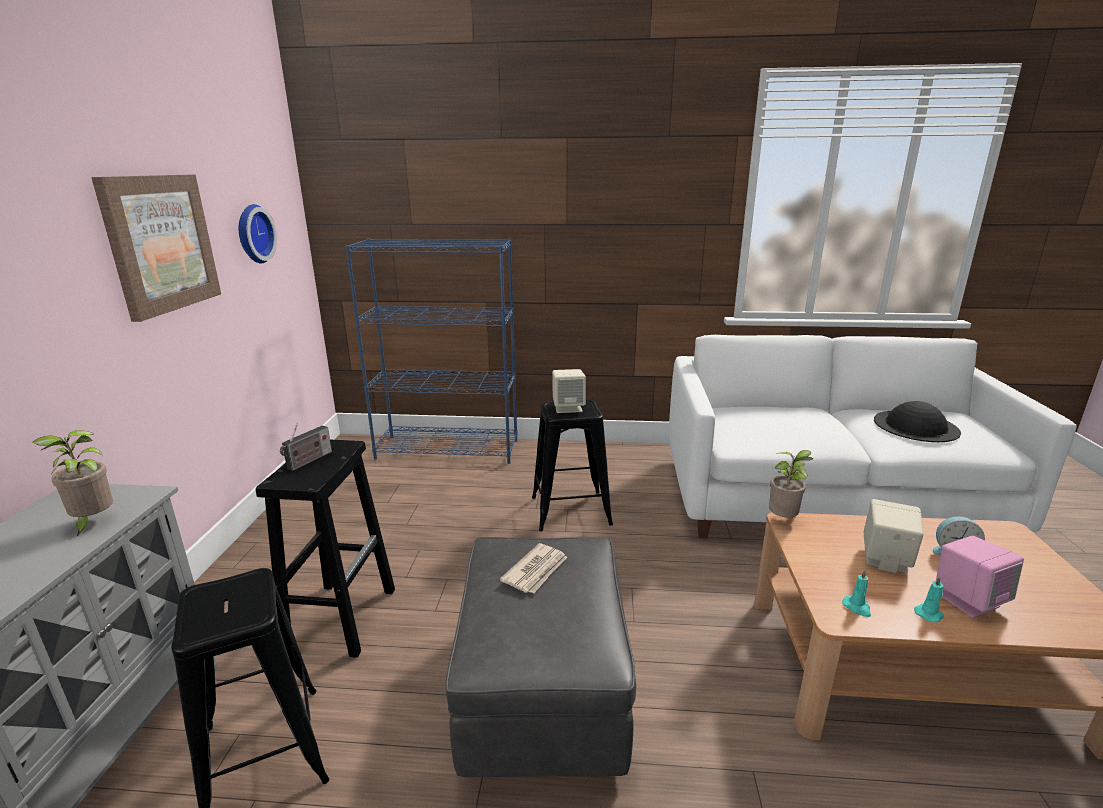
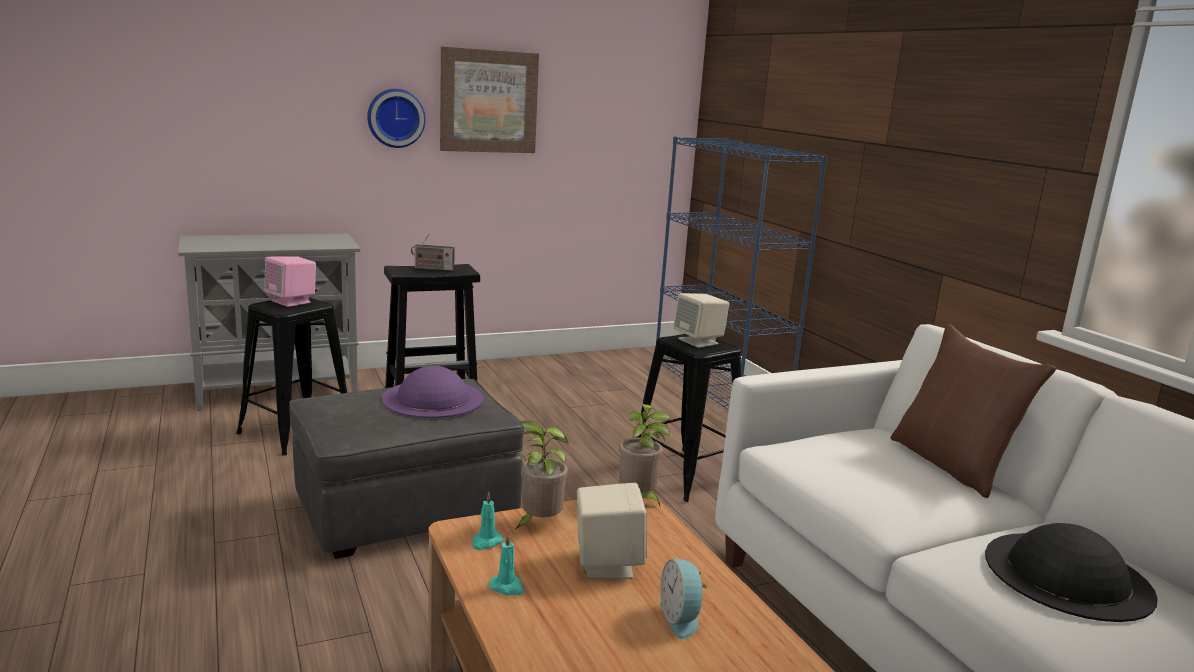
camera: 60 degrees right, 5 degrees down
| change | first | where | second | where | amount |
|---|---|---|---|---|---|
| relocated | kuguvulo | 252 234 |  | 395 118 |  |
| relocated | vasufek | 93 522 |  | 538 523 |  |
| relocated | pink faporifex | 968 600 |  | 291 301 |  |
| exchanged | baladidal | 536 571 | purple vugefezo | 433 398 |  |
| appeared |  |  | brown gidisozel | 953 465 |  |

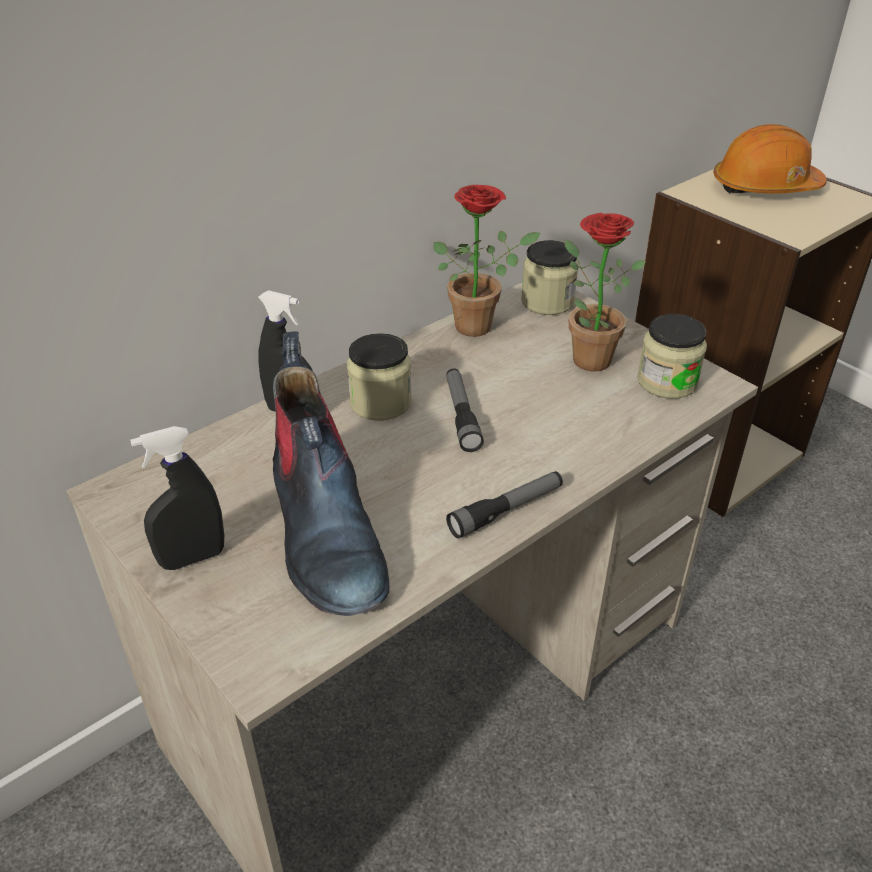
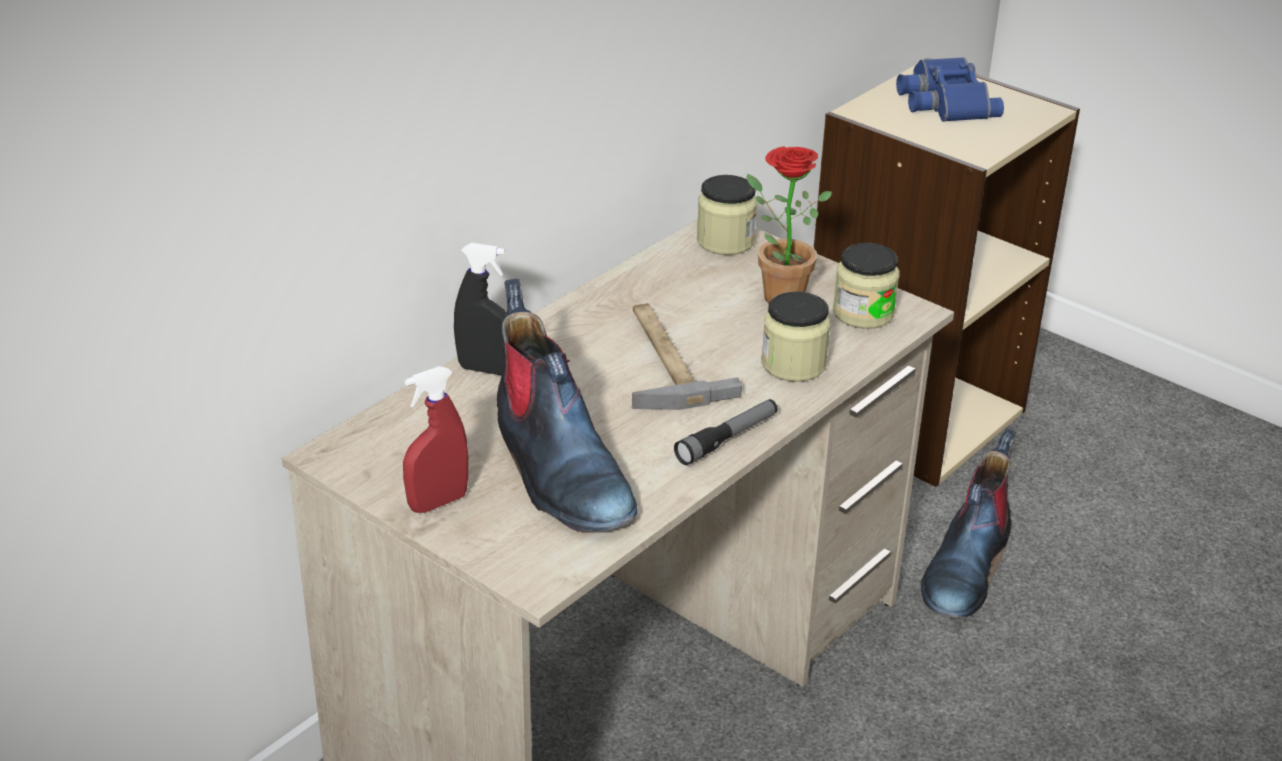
camera: 10 degrees left, 5 degrees down
| change | first | where | second | where | amount |
|---|---|---|---|---|---|
| exchanged | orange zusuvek | 764 187 | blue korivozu | 943 101 |  |
| missing | vasufek | 480 324 |  |  |  |
| relocated | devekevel | 380 403 |  | 793 364 |  |
| exchanged | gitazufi | 461 416 | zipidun | 662 360 |  |
| colour | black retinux | 193 558 | red retinux | 438 502 |  |
| appeared |  |  | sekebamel | 966 568 |  |

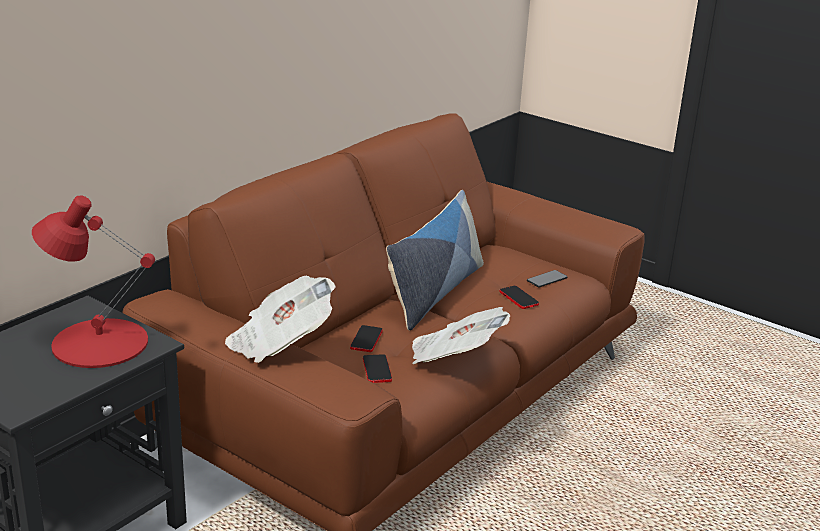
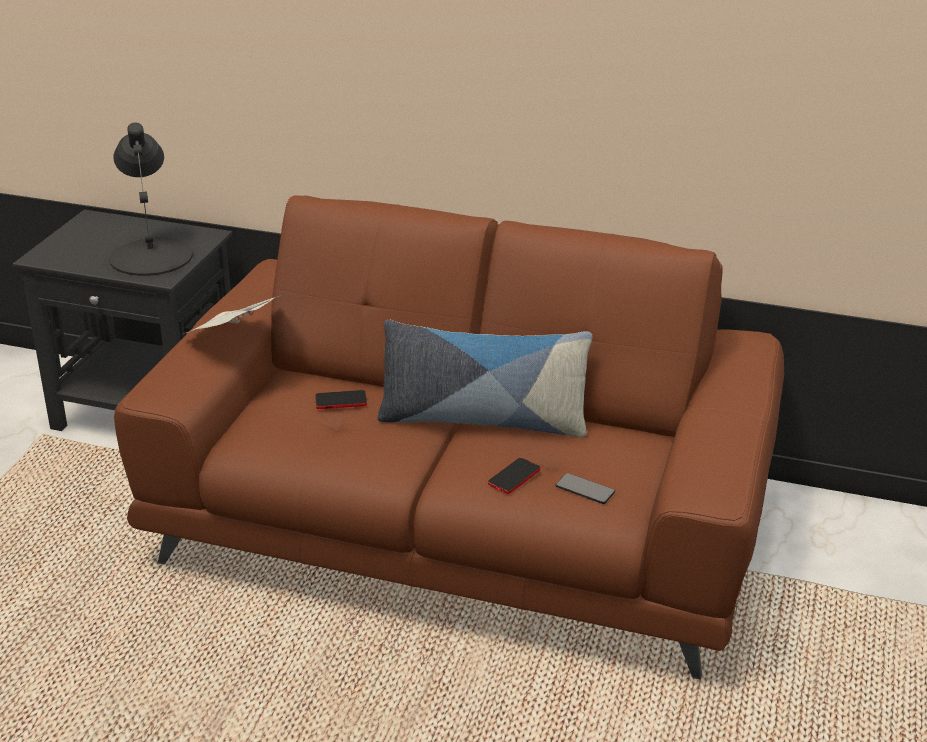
camera: 70 degrees right, 5 degrees up
| change | first | where | second | where | amount |
|---|---|---|---|---|---|
| colour | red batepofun | 99 342 | black batepofun | 151 256 |  |
| missing | baladidal | 454 358 |  |  |  |
| missing | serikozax | 377 369 |  |  |  |

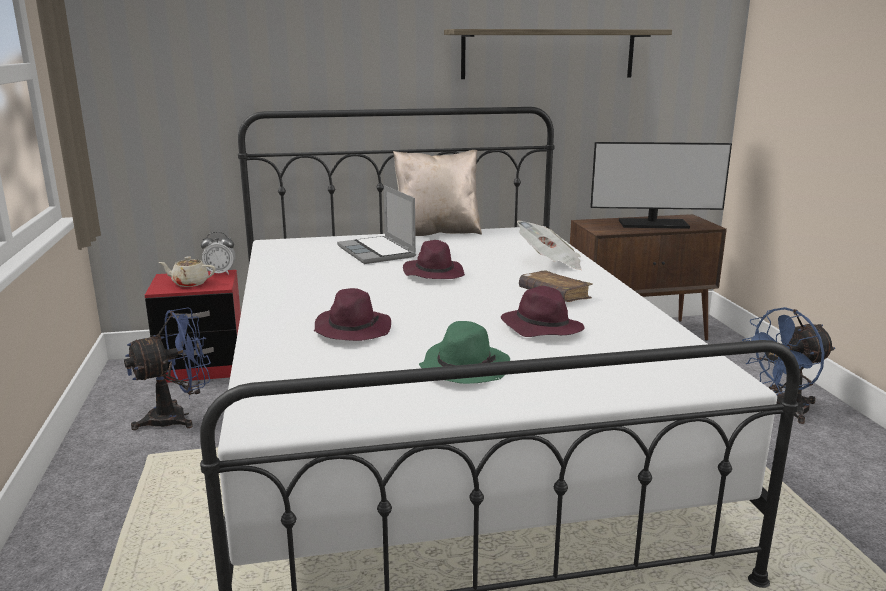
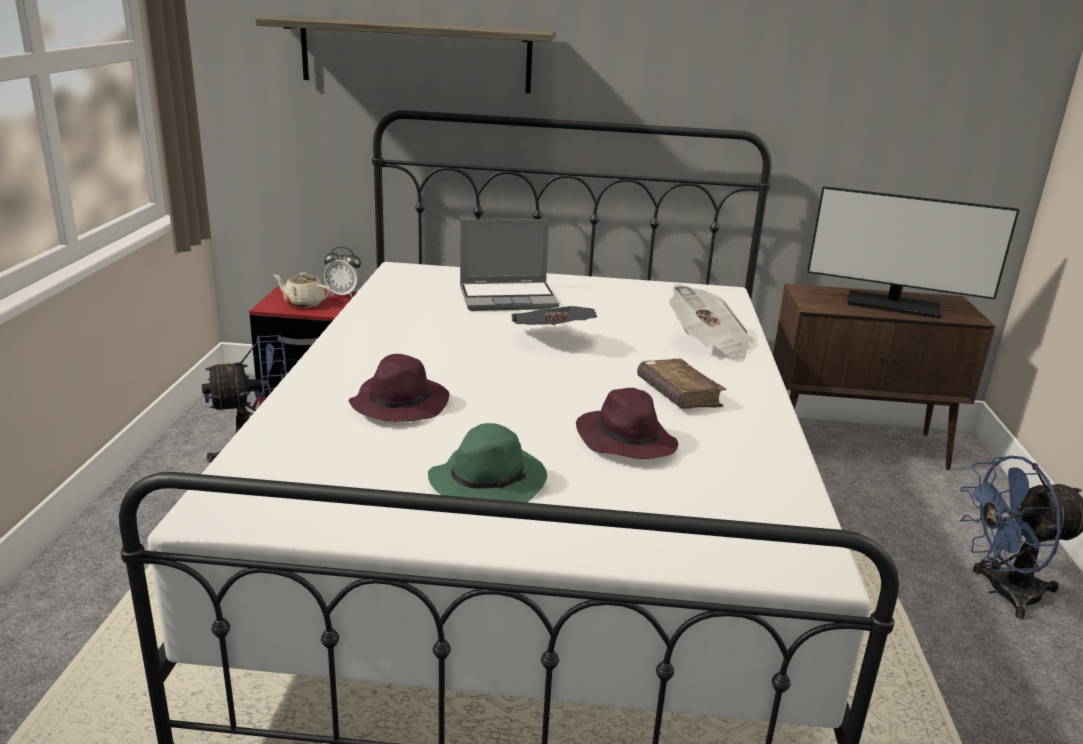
camera: 15 degrees right, 5 degrees up
| change | first | where | second | where | amount |
|---|---|---|---|---|---|
| relocated | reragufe | 548 54 |  | 416 55 |  |
| missing | beige gidisozel | 437 232 |  |  |  |
| spun | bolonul | 377 252 |  | 509 298 | 90 degrees counterclockwise |
| exchanged | purple vugefezo | 433 274 | baladidal | 552 339 |  |

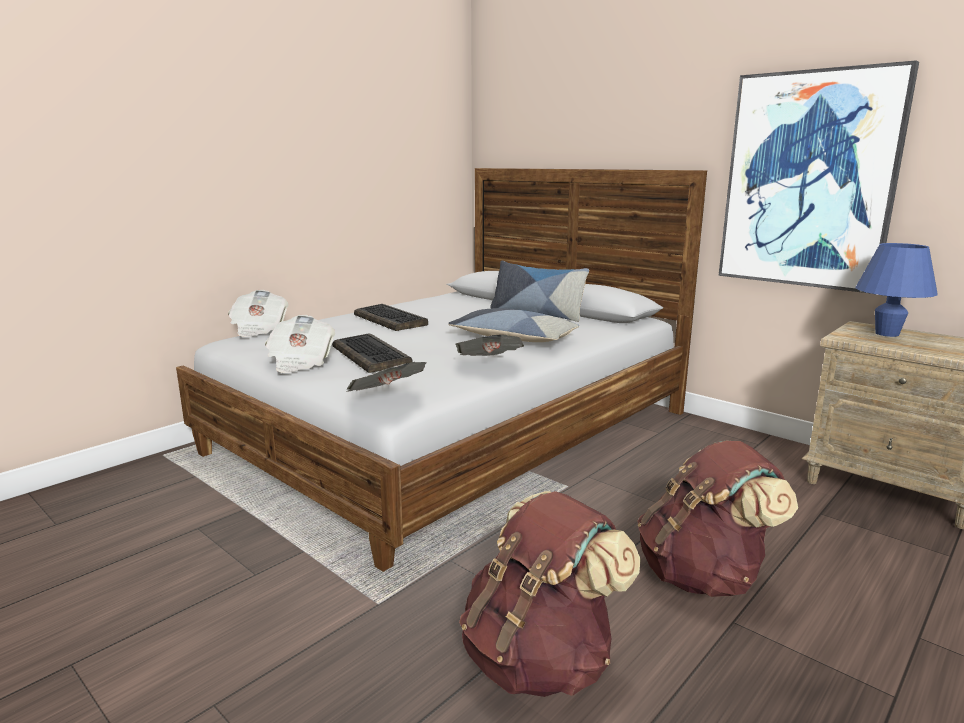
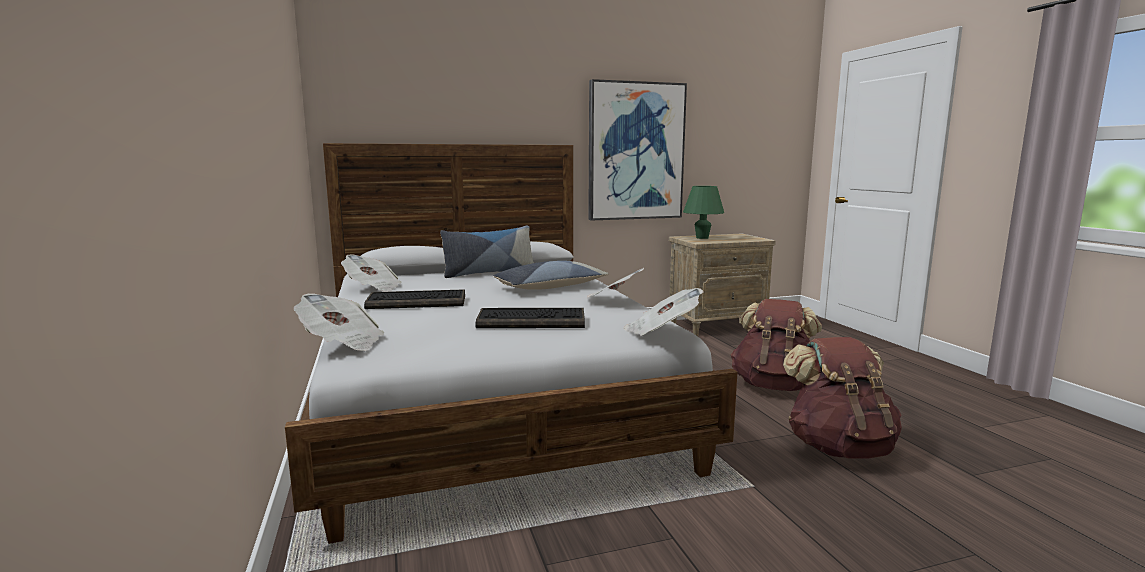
camera: 60 degrees left, 5 degrees down
| change | first | where | second | where | amount |
|---|---|---|---|---|---|
| colour | blue batepofun | 887 334 | green batepofun | 702 238 |  |
| relocated | baladidal | 300 362 |  | 373 288 |  |

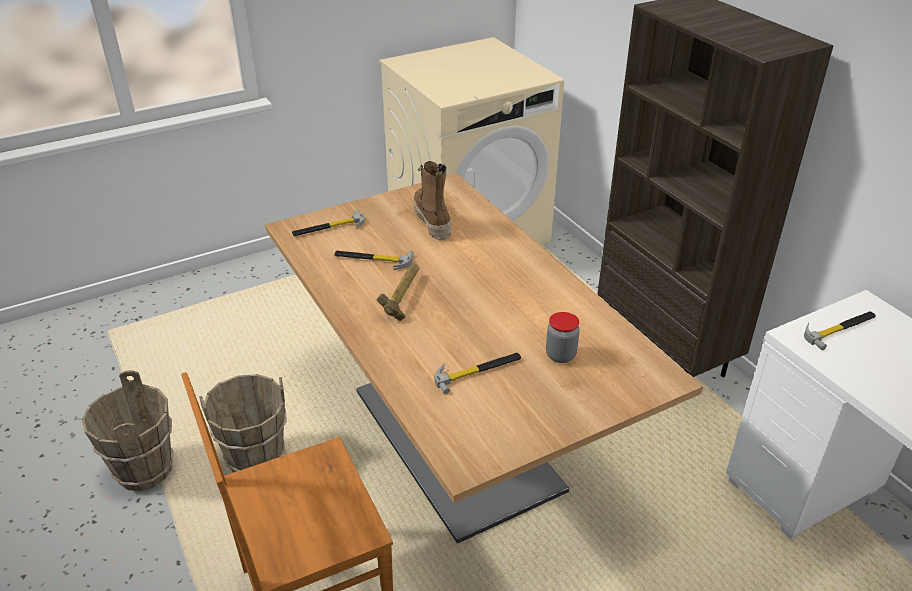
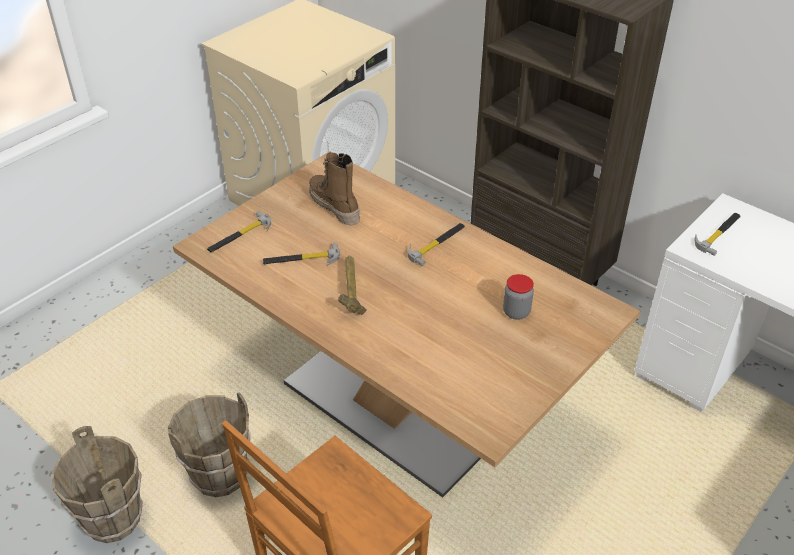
camera: 20 degrees left, 5 degrees up
| change | first | where | second | where | amount |
|---|---|---|---|---|---|
| relocated | zipidun | 477 371 |  | 436 243 |  |

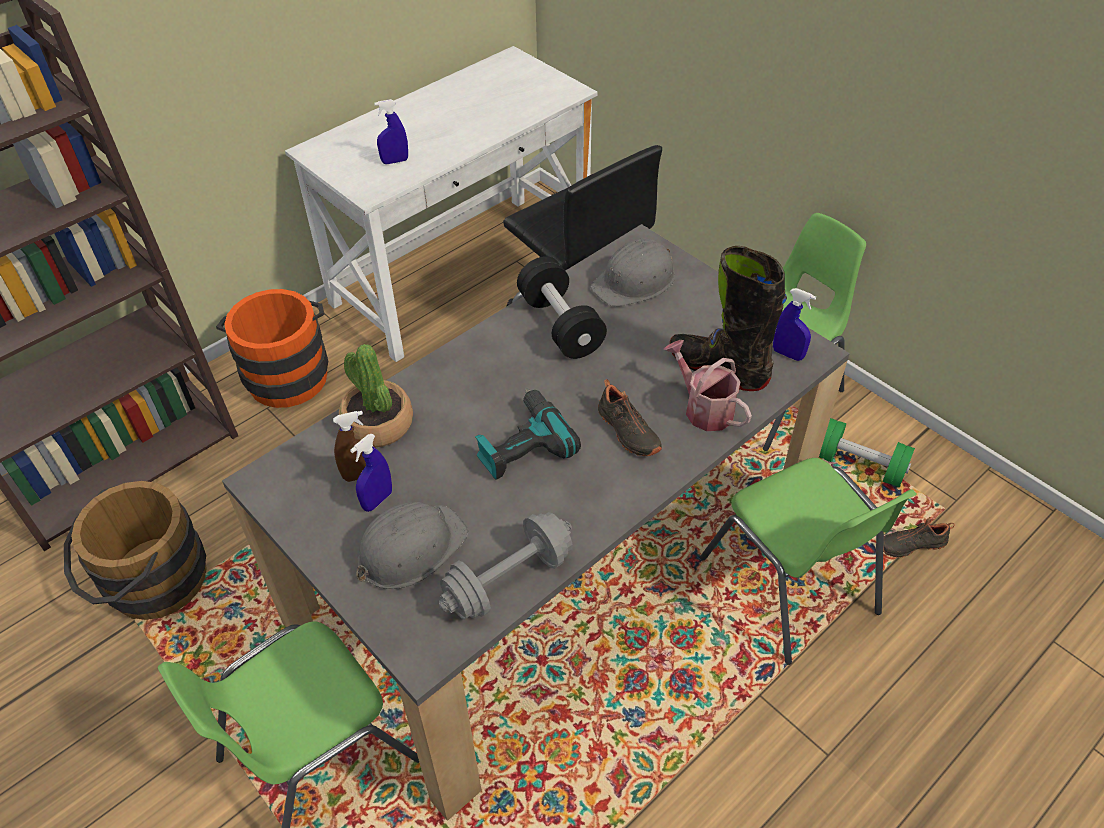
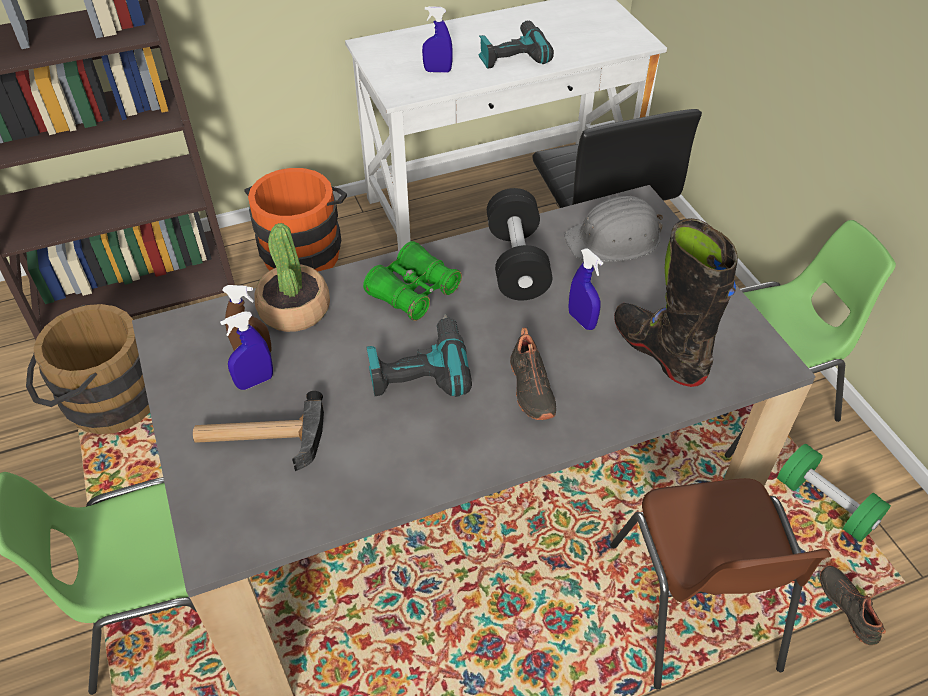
camera: 20 degrees right, 0 degrees up
| change | first | where | second | where | amount |
|---|---|---|---|---|---|
| relocated | blue retinux | 787 354 |  | 581 320 |  |
| missing | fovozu | 704 408 |  |  |  |
| colour | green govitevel | 790 587 | brown govitevel | 694 608 |  |
| exchanged | grey zusuvek | 410 548 | zipidun | 260 438 |  |
| missing | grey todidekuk | 508 580 |  |  |  |
| spun | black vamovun | 911 544 |  | 849 607 | 60 degrees clockwise |
| appeared |  |  | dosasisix | 512 54 |  |
| appeared |  |  | green korivozu | 413 292 |  |

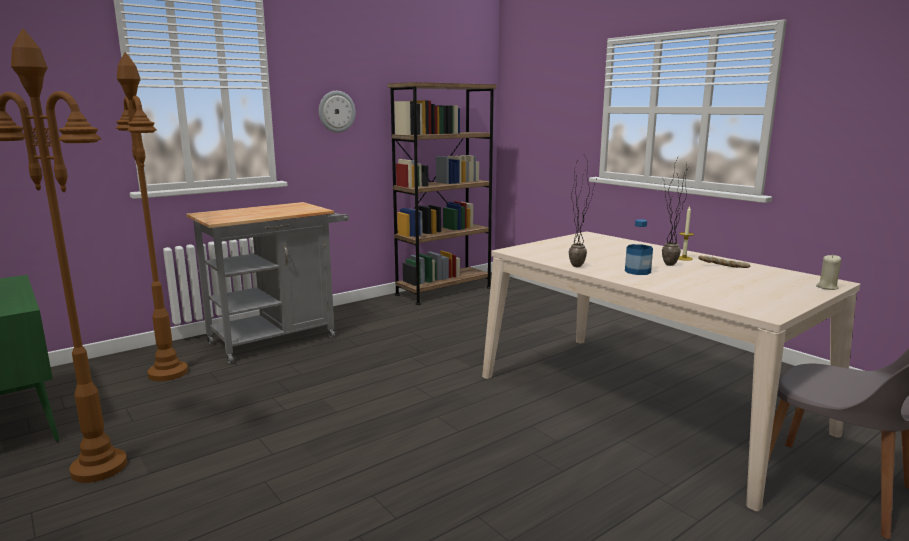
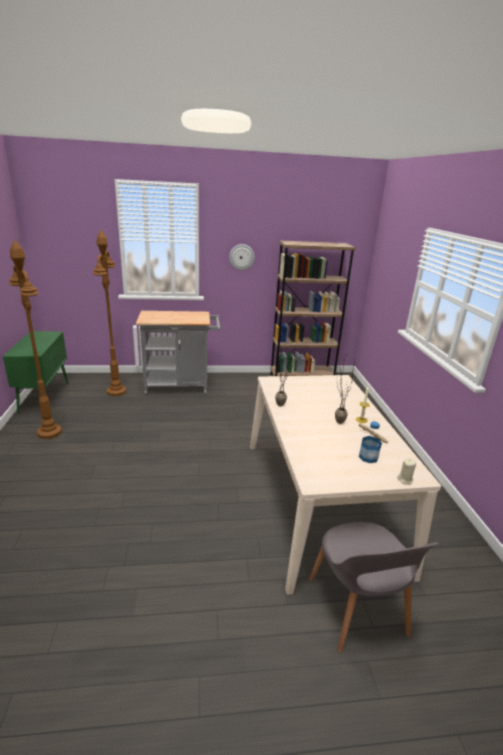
camera: 30 degrees right, 10 degrees up
| change | first | where | second | where | amount |
|---|---|---|---|---|---|
| relocated | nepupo | 637 271 |  | 368 457 |  |

